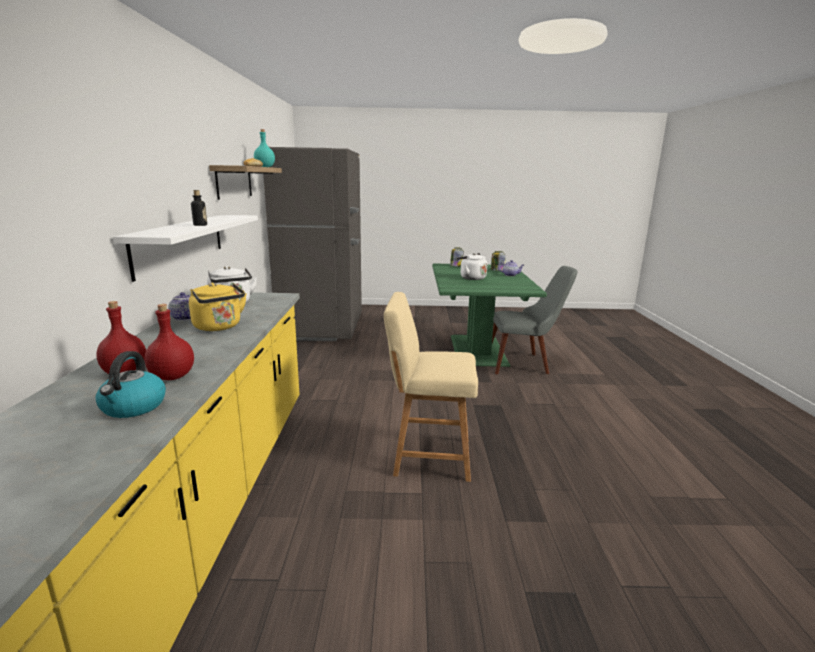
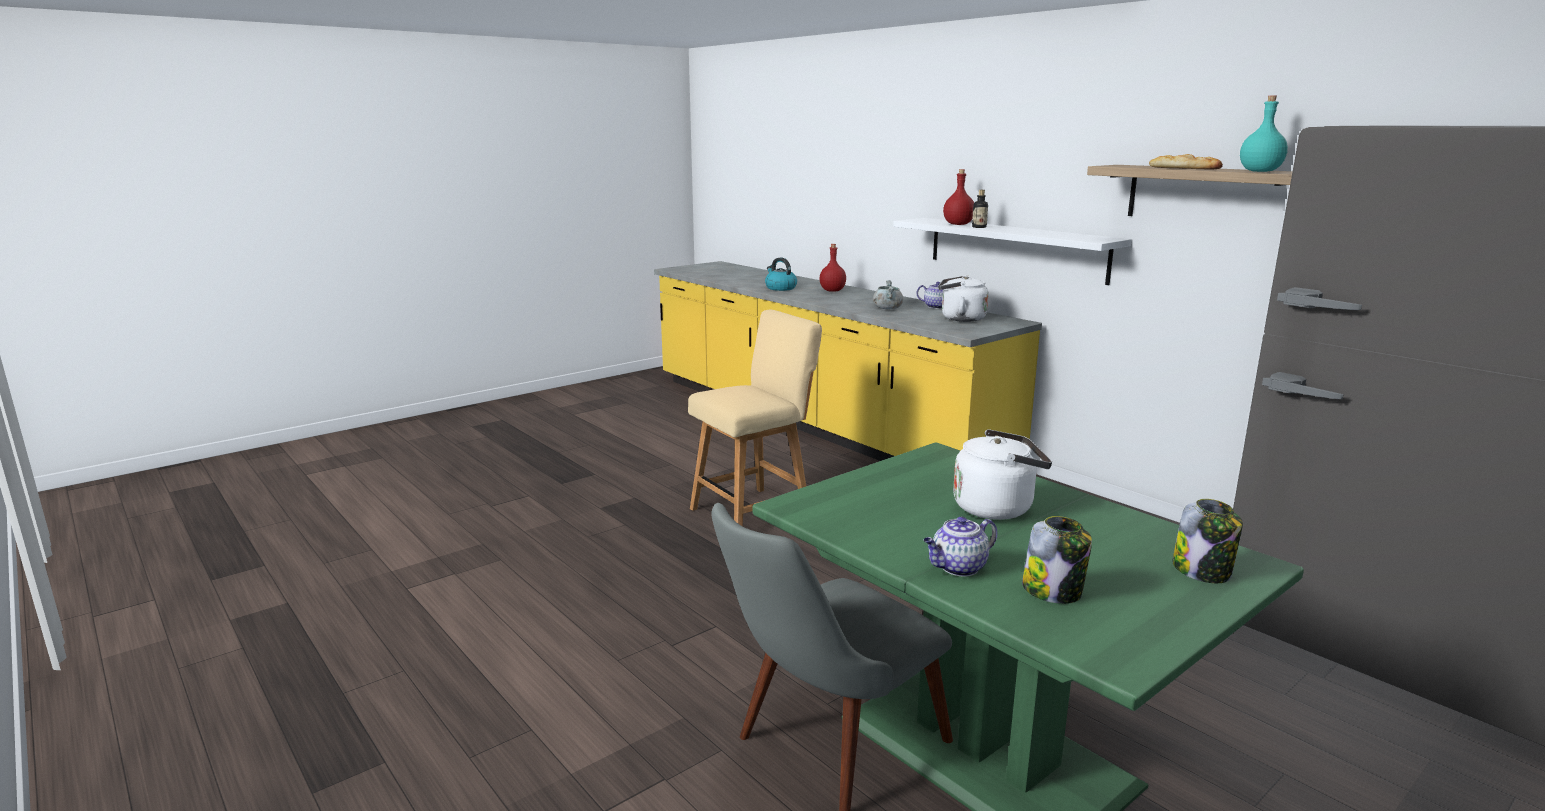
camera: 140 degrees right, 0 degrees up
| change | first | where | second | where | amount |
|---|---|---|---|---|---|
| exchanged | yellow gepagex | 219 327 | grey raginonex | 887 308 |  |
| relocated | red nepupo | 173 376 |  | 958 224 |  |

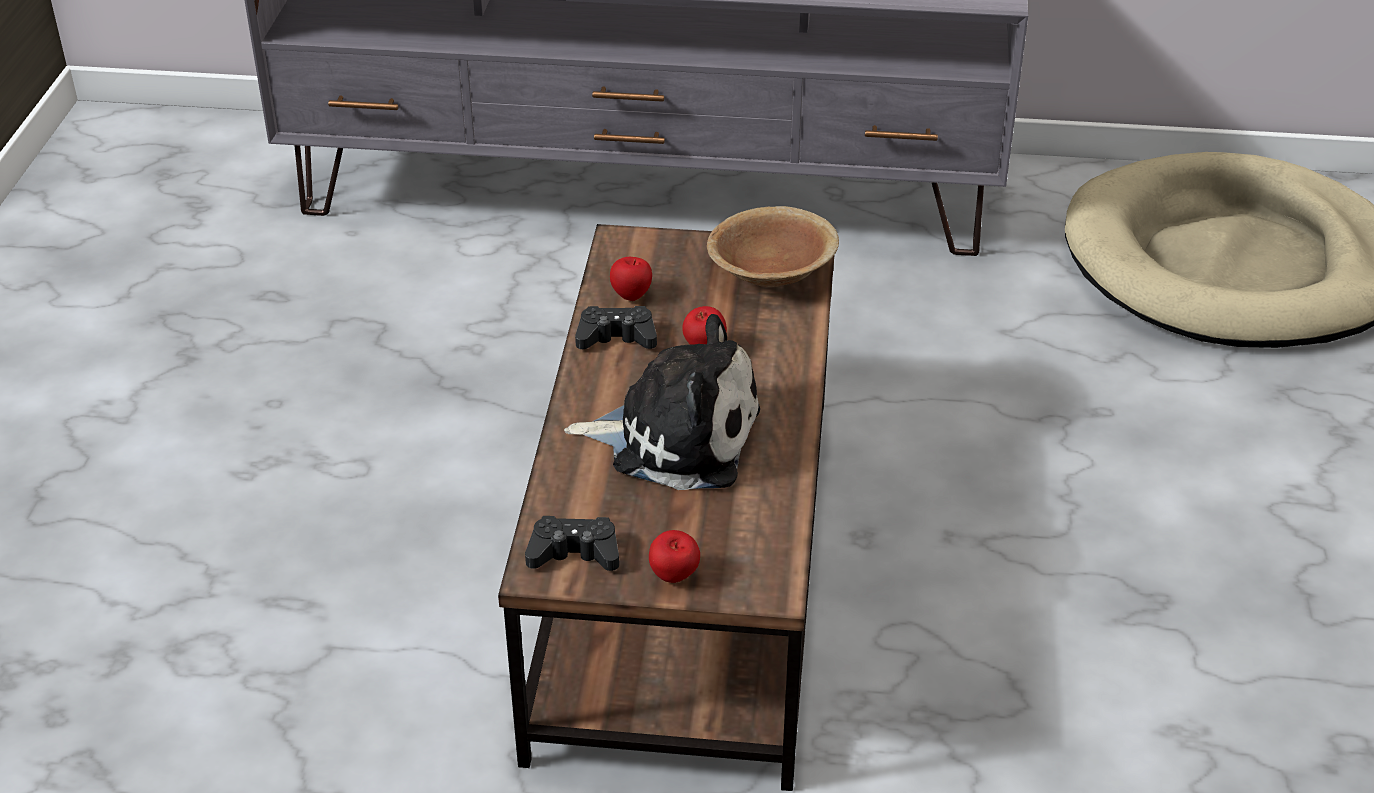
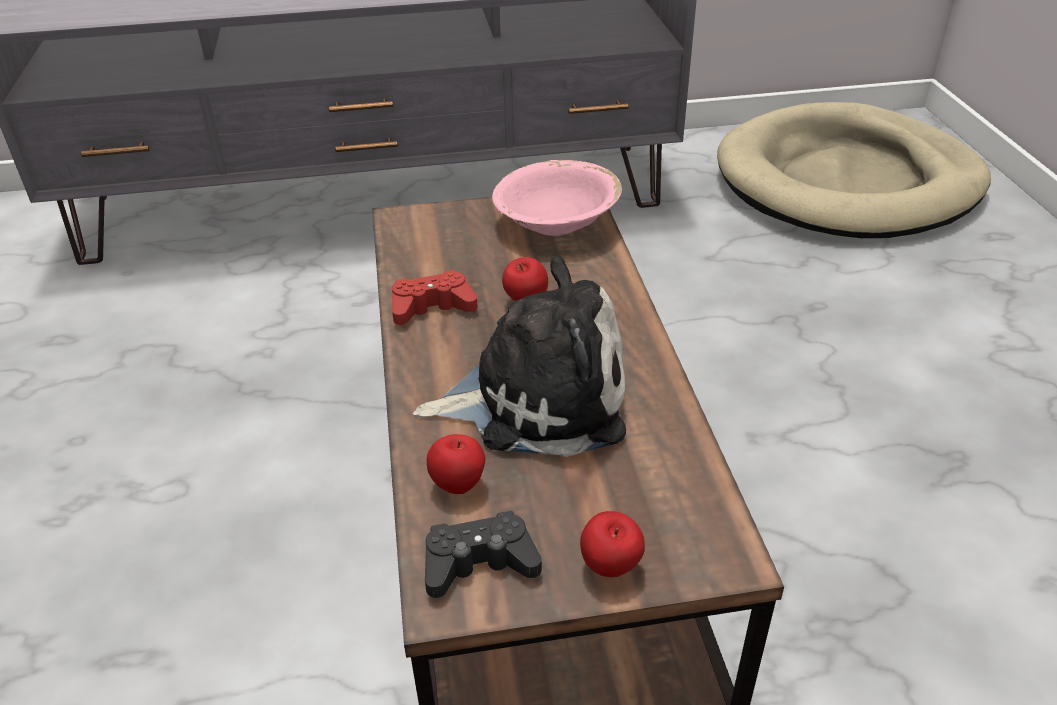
camera: 15 degrees left, 0 degrees up
| change | first | where | second | where | amount |
|---|---|---|---|---|---|
| colour | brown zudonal | 771 273 | pink zudonal | 556 223 |  |
| relocated | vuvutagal | 632 296 |  | 458 485 |  |
| colour | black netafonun | 616 337 | red netafonun | 432 307 |  |

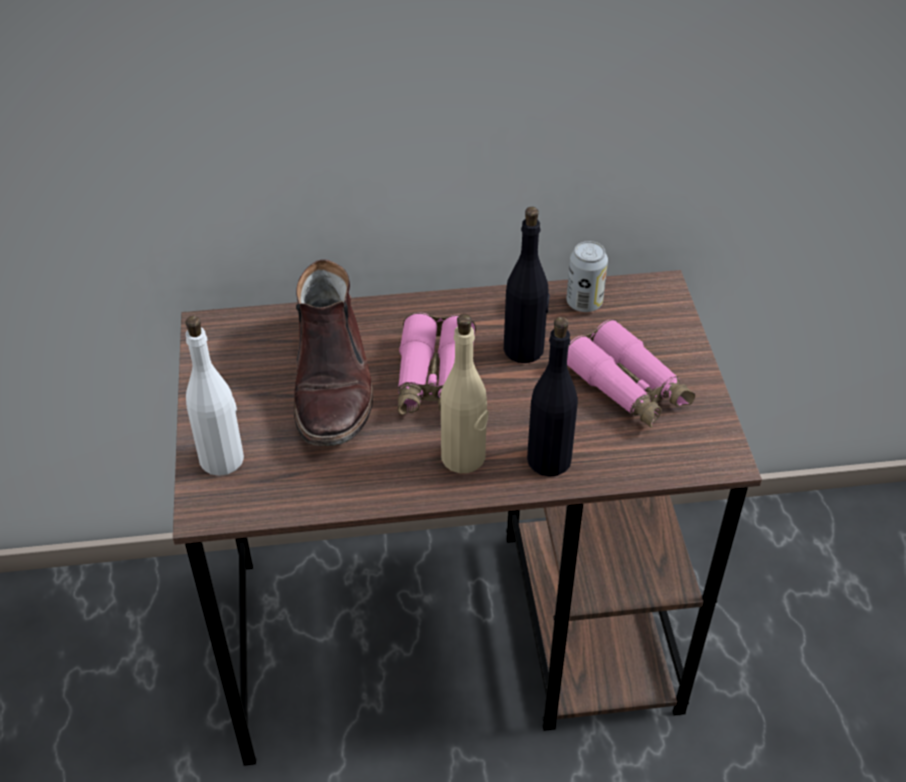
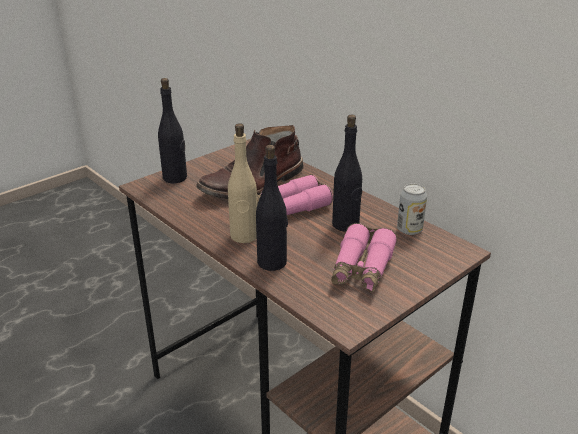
camera: 55 degrees right, 15 degrees down
| change | first | where | second | where | amount |
|---|---|---|---|---|---|
| colour | white nepupo | 222 459 | black nepupo | 175 178 |  |

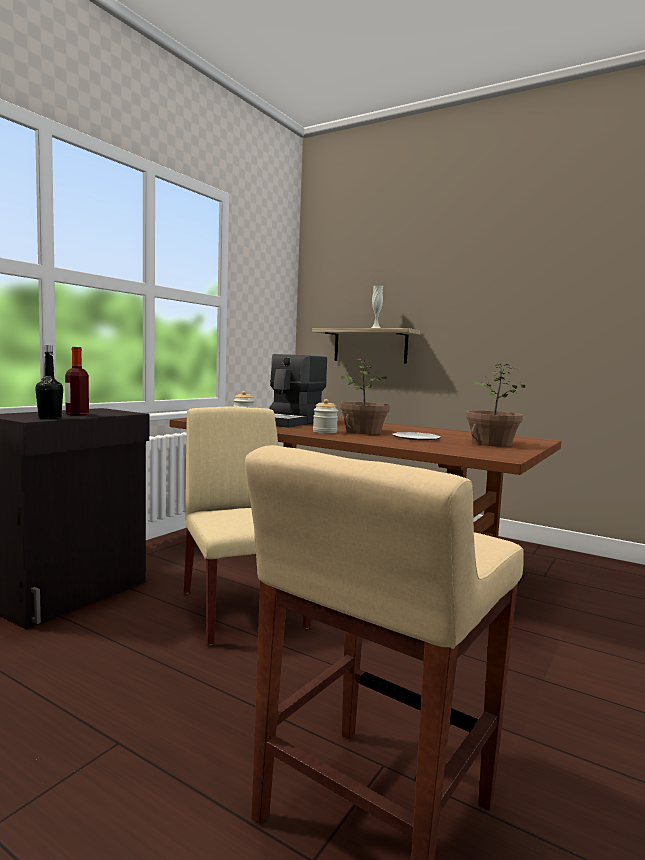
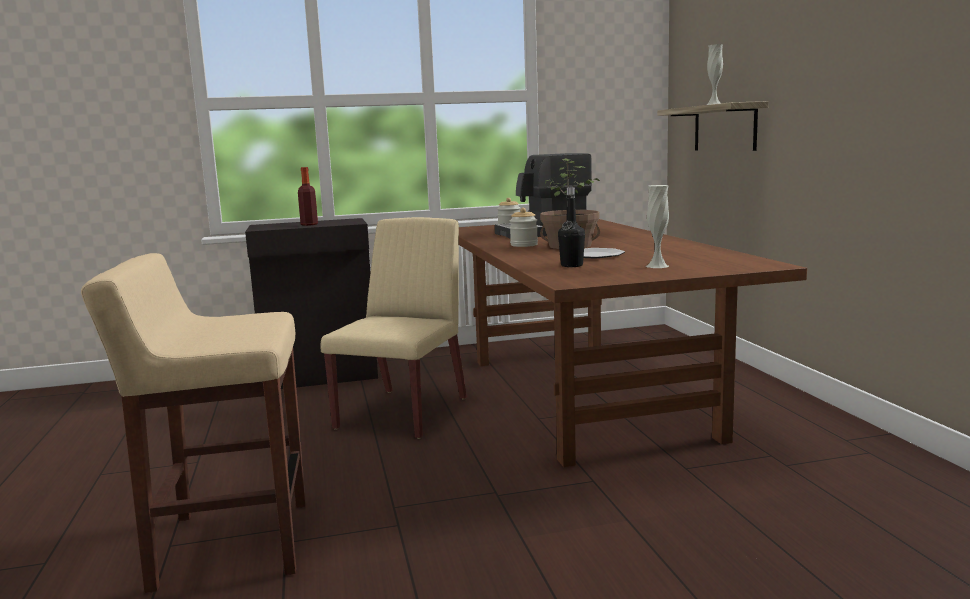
camera: 45 degrees right, 5 degrees up
| change | first | where | second | where | amount |
|---|---|---|---|---|---|
| relocated | black nepupo | 50 418 |  | 571 265 |  |
| exchanged | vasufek | 491 443 | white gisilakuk | 657 266 |  |

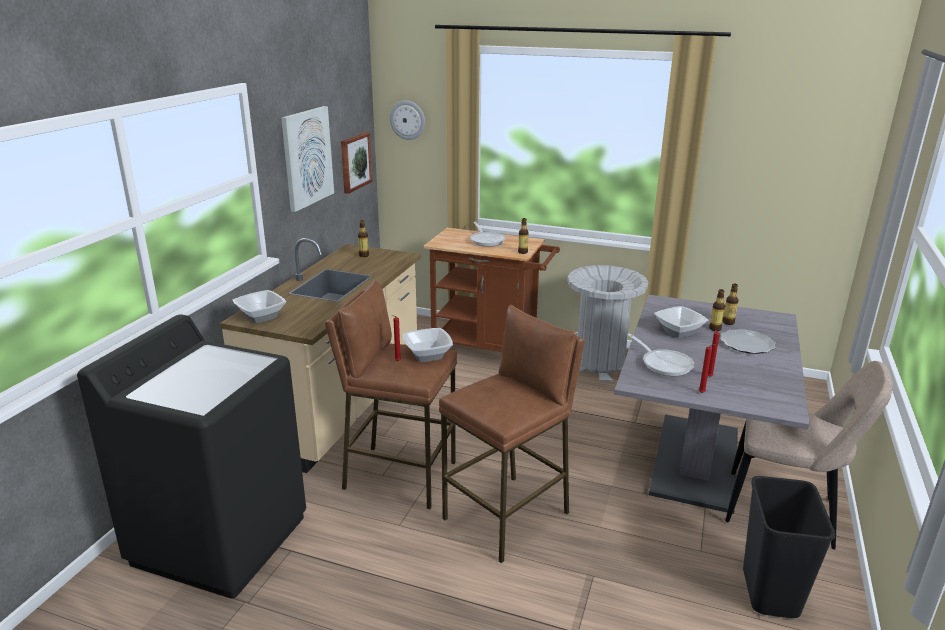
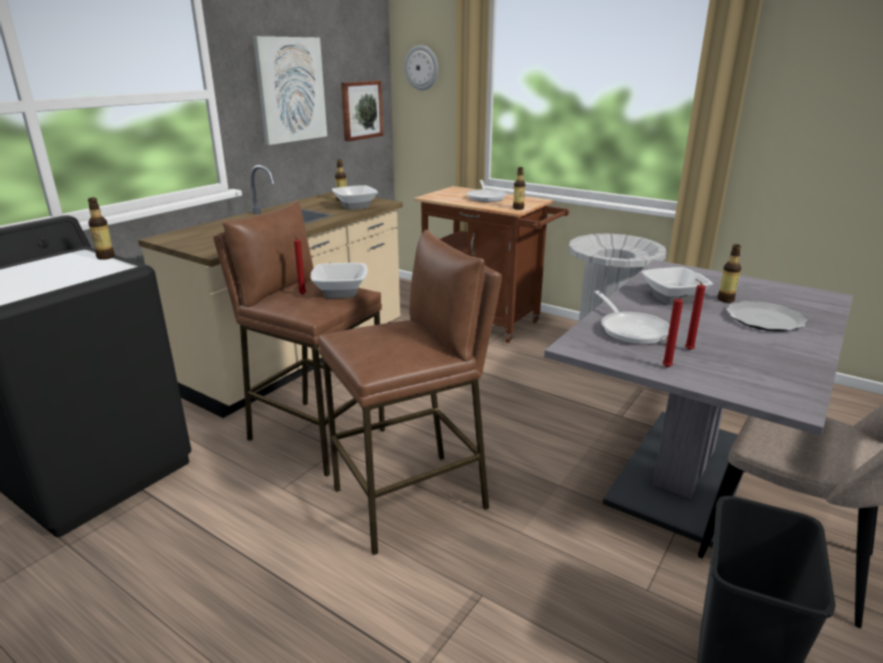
camera: 15 degrees right, 0 degrees up
| change | first | where | second | where | amount |
|---|---|---|---|---|---|
| relocated | nepupo | 728 322 |  | 106 257 |  |
| relocated | zudonal | 260 317 |  | 354 207 |  |

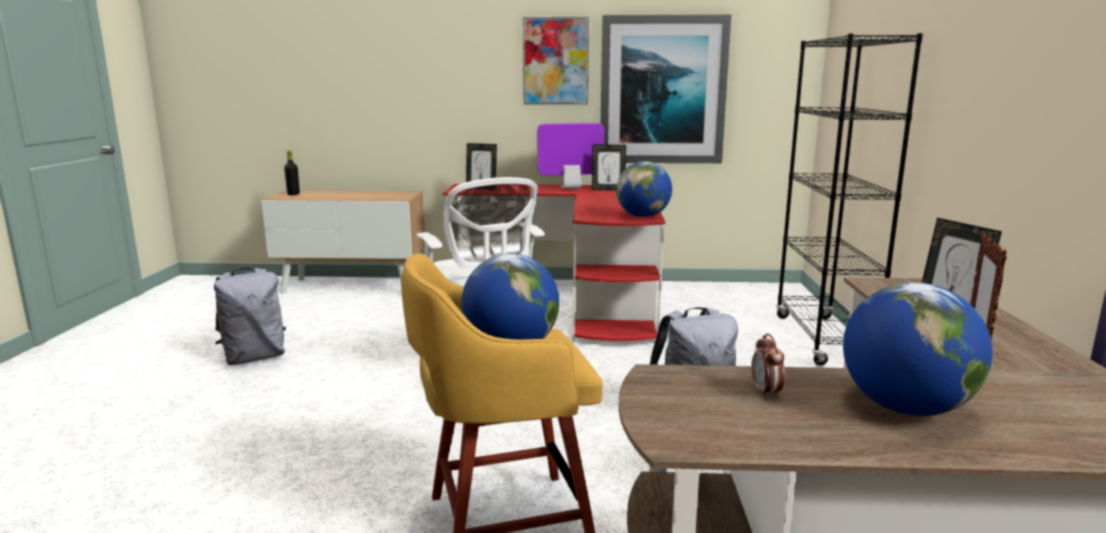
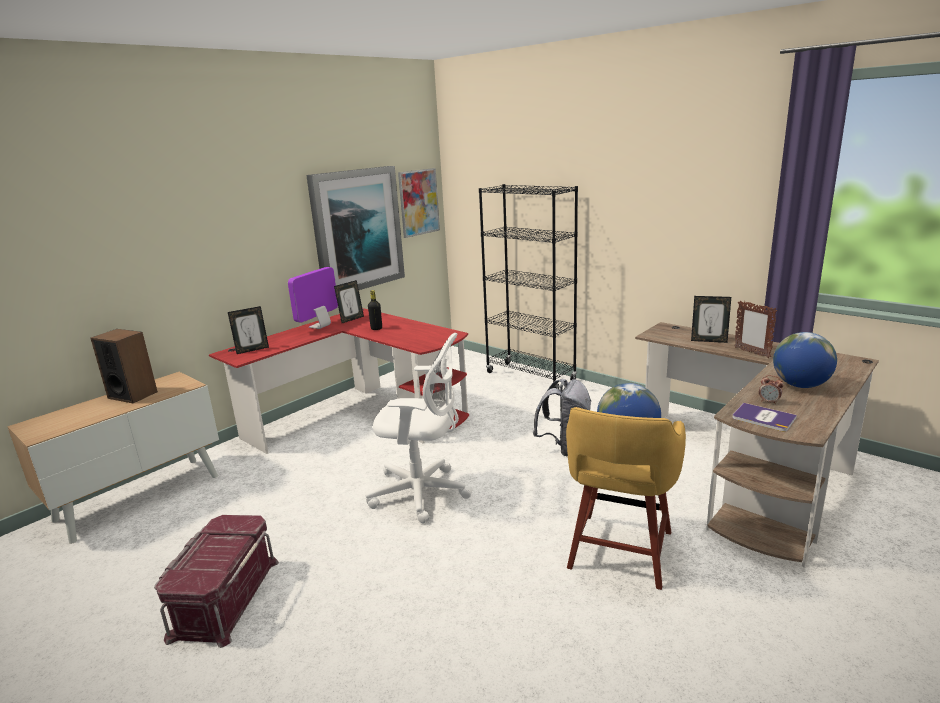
camera: 50 degrees left, 5 degrees up
| change | first | where | second | where | amount |
|---|---|---|---|---|---|
| relocated | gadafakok | 556 61 |  | 418 202 |  |
| relocated | black nepupo | 293 194 |  | 376 328 |  |
| missing | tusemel | 643 216 |  |  |  |
| exchanged | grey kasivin | 254 358 | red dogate | 224 597 |  |
| appeared |  |  | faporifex | 133 395 |  |
| appeared |  |  | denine | 763 418 |  |

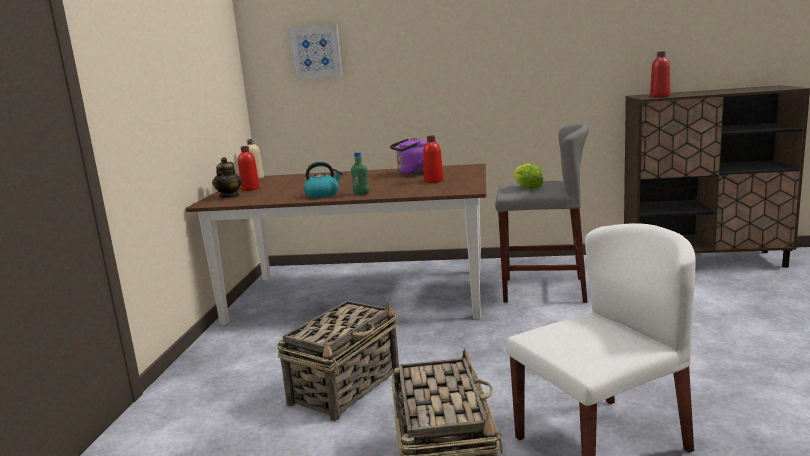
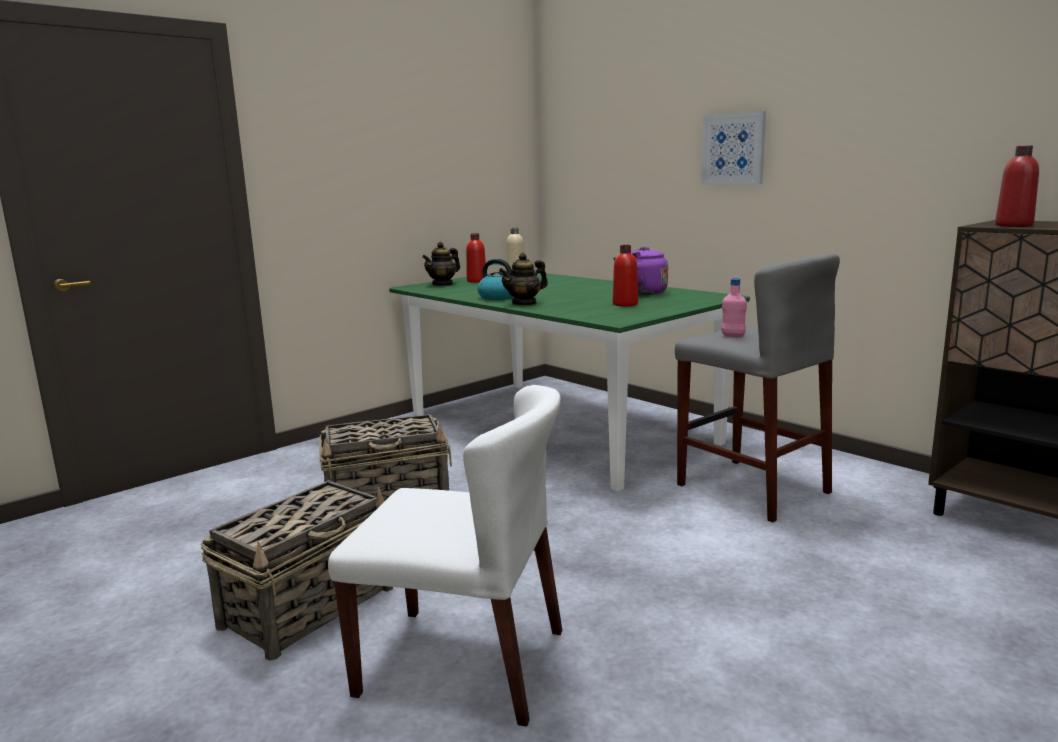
camera: 40 degrees right, 0 degrees up
| change | first | where | second | where | amount |
|---|---|---|---|---|---|
| relocated | gadafakok | 316 52 |  | 733 149 |  |
| exchanged | green nepupo | 361 194 | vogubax | 524 303 |  |
| exchanged | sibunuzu | 527 188 | pink nepupo | 733 336 |  |
| colour | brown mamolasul | 360 296 | green mamolasul | 559 428 |  |

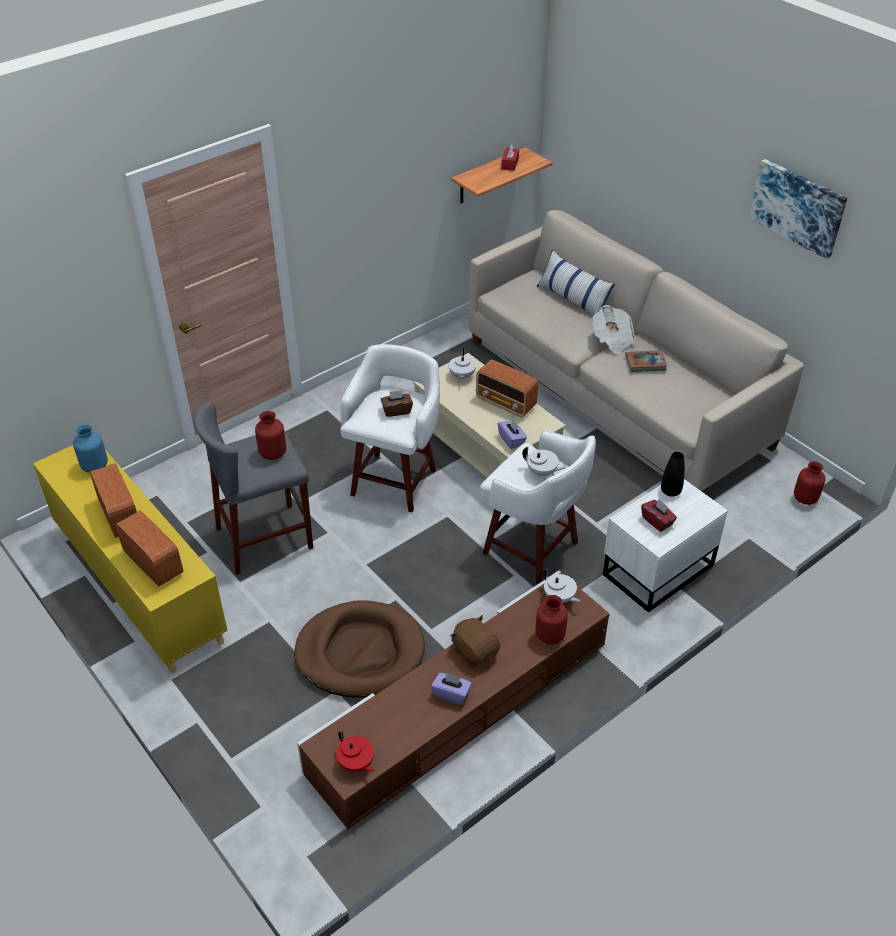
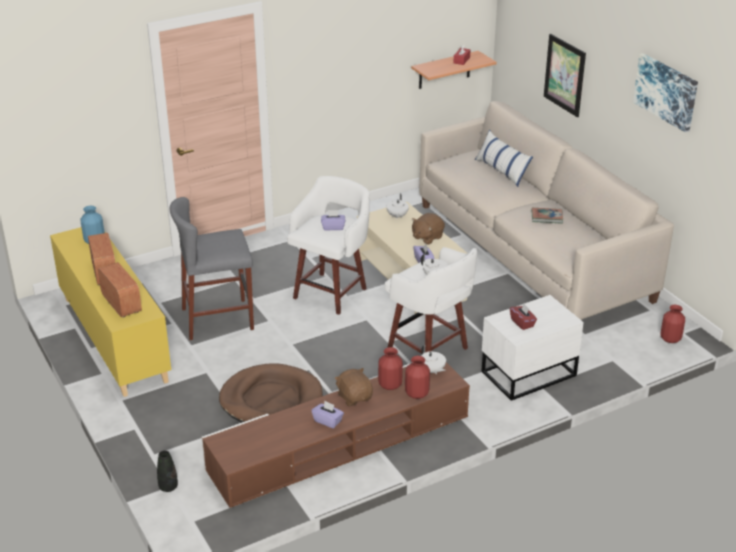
camera: 10 degrees right, 10 degrees down
| change | first | where | second | where | amount |
|---|---|---|---|---|---|
| missing | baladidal | 612 339 |  |  |  |
| exchanged | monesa | 506 403 | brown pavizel | 427 237 |  |
| colour | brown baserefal | 396 410 | purple baserefal | 333 227 |  |
| relocated | red gisilakuk | 273 454 |  | 390 385 |  |
| relocated | black gisilakuk | 670 491 |  | 168 487 |  |
| missing | red vogubax | 356 763 |  |  |  |
| appeared |  |  | gadafakok | 564 75 |  |

